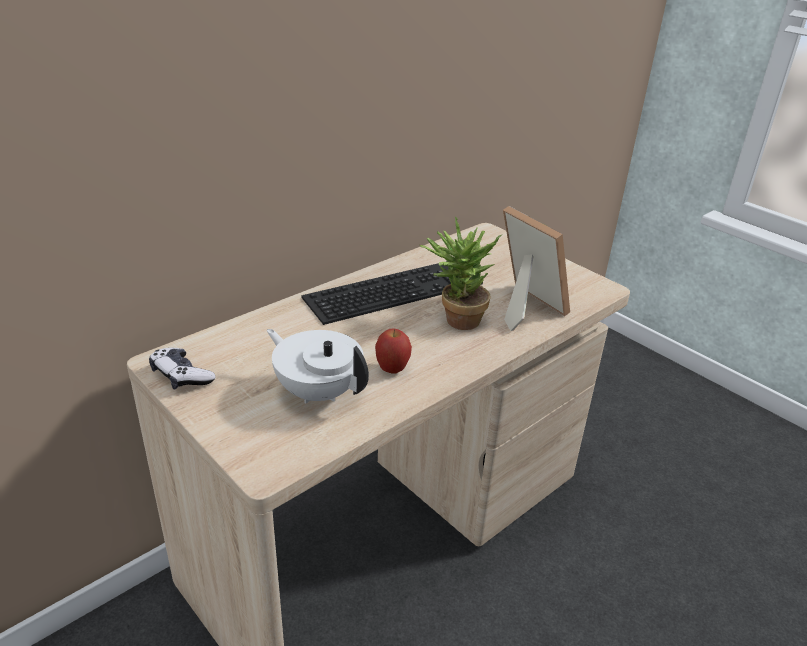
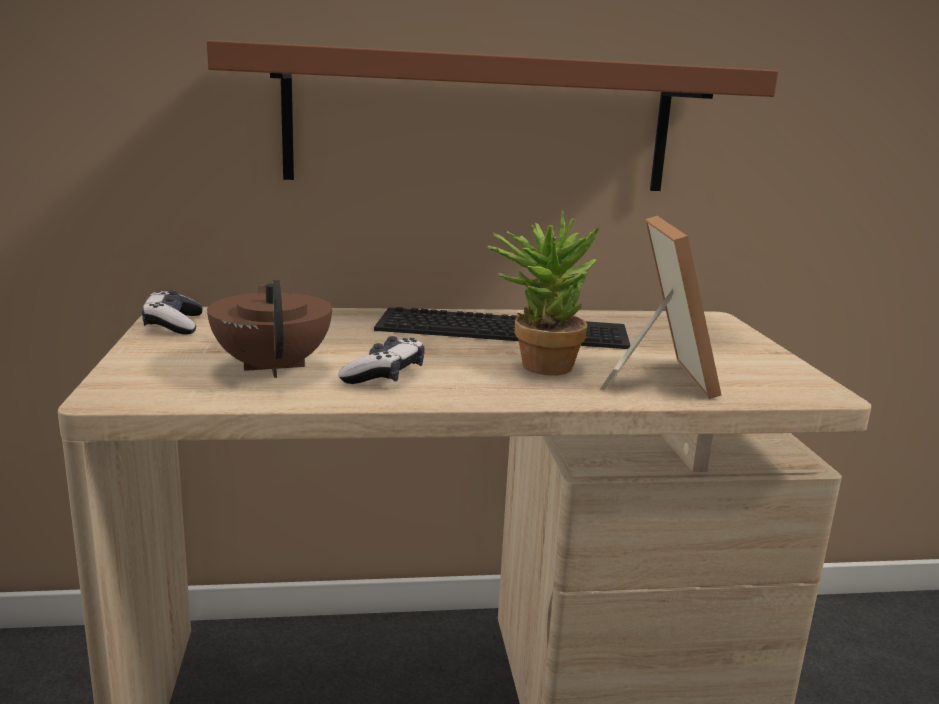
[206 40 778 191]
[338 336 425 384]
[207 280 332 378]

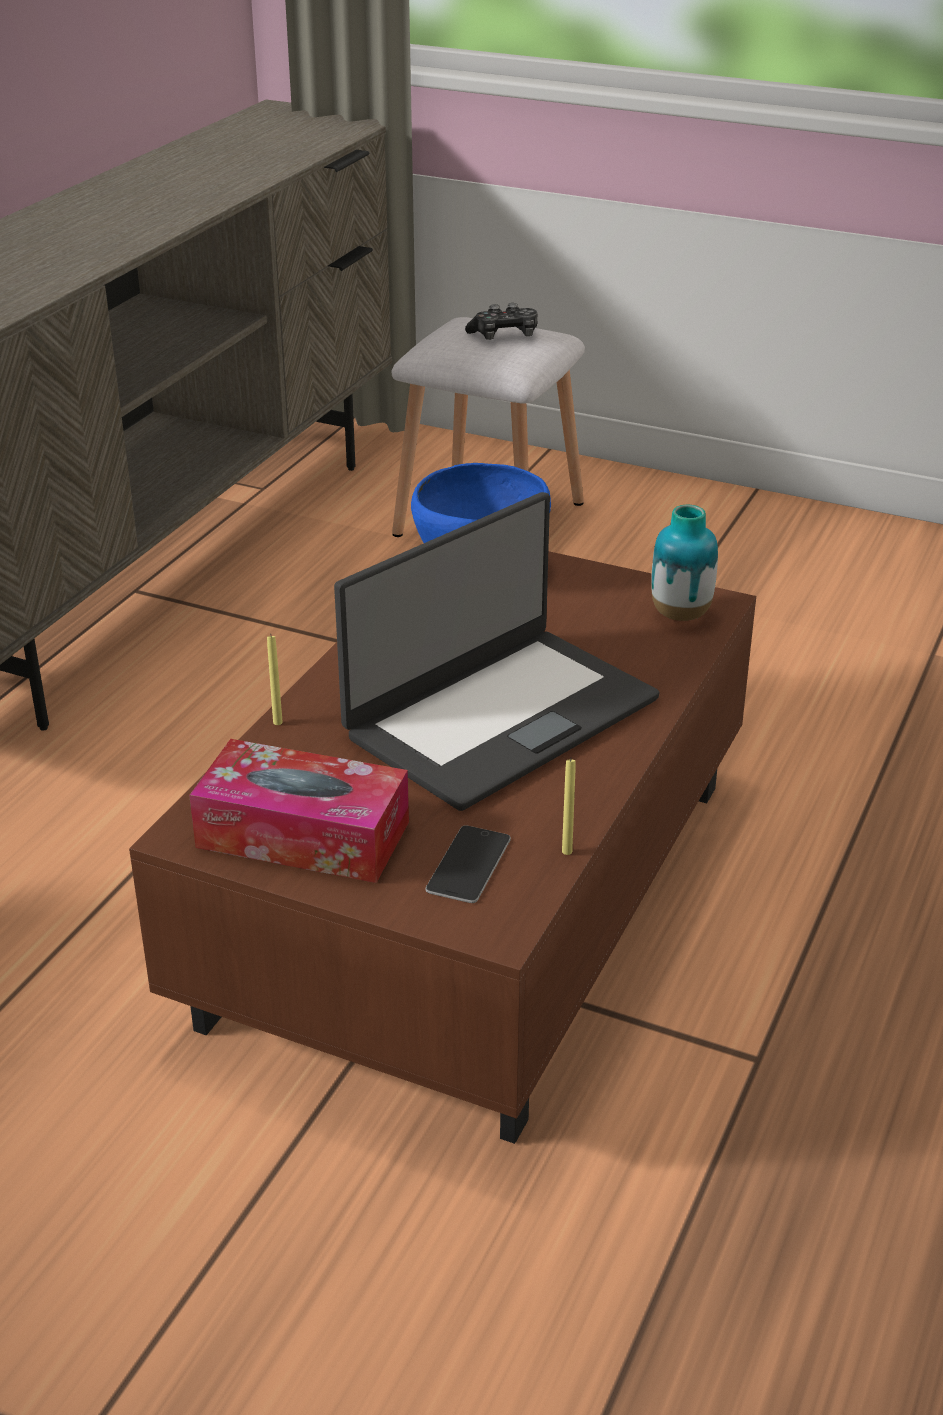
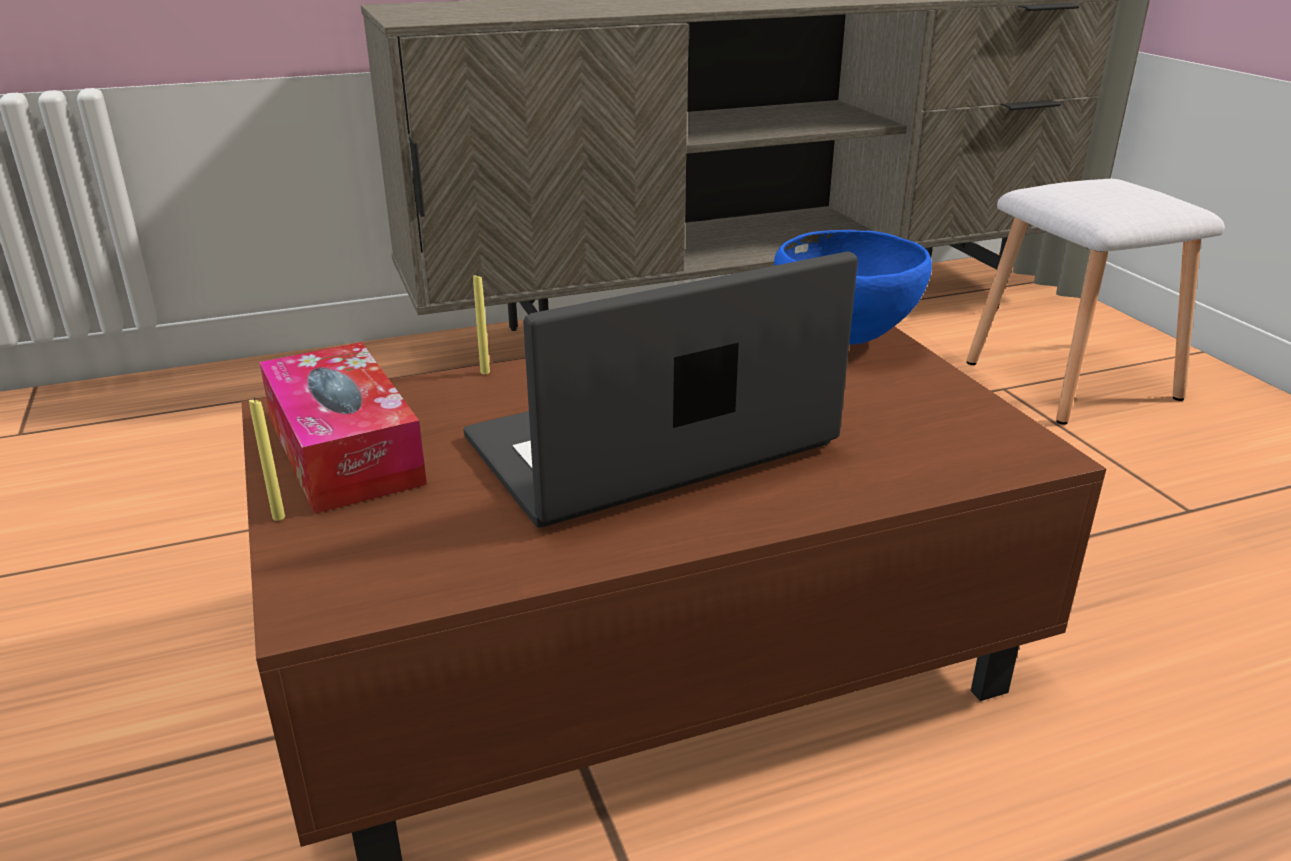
[425 825 511 903] (first image)
[465 303 537 340] (first image)
[651 505 718 621] (first image)
[249 397 285 521]
[464 251 858 528]

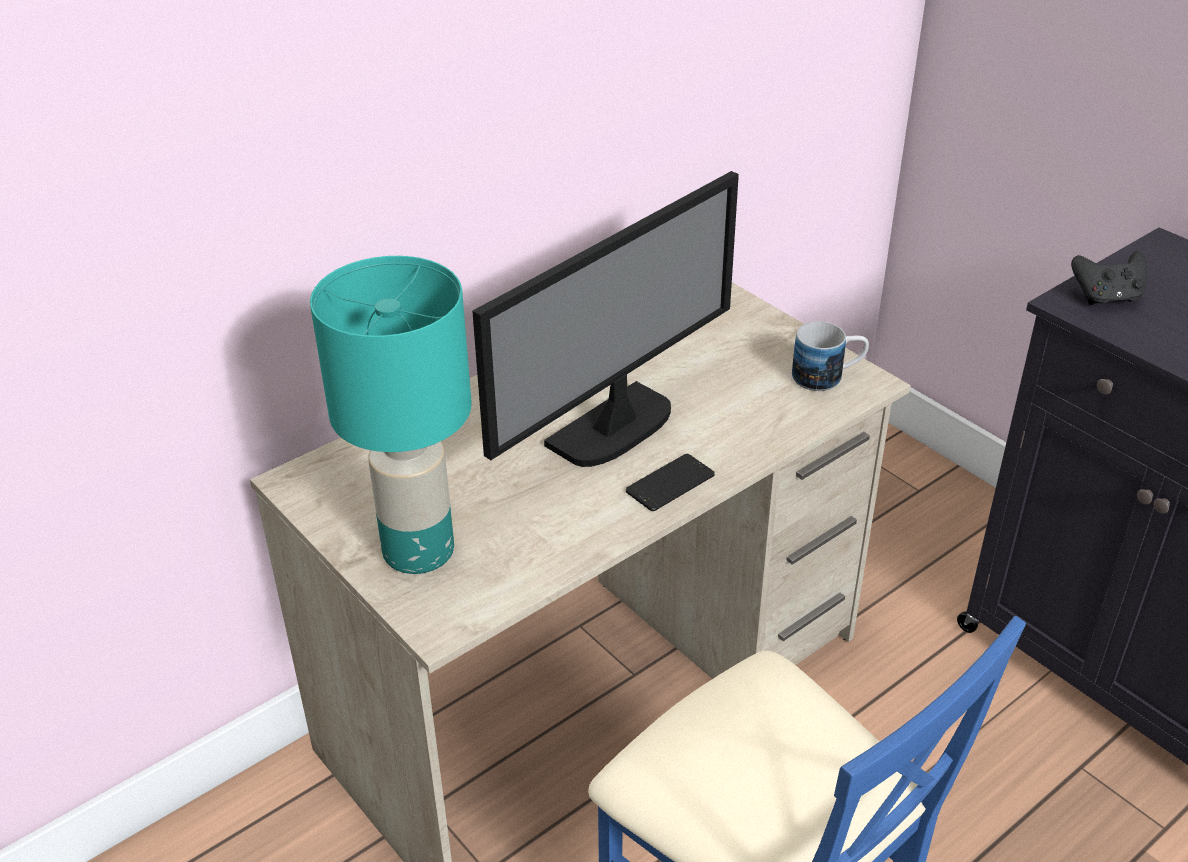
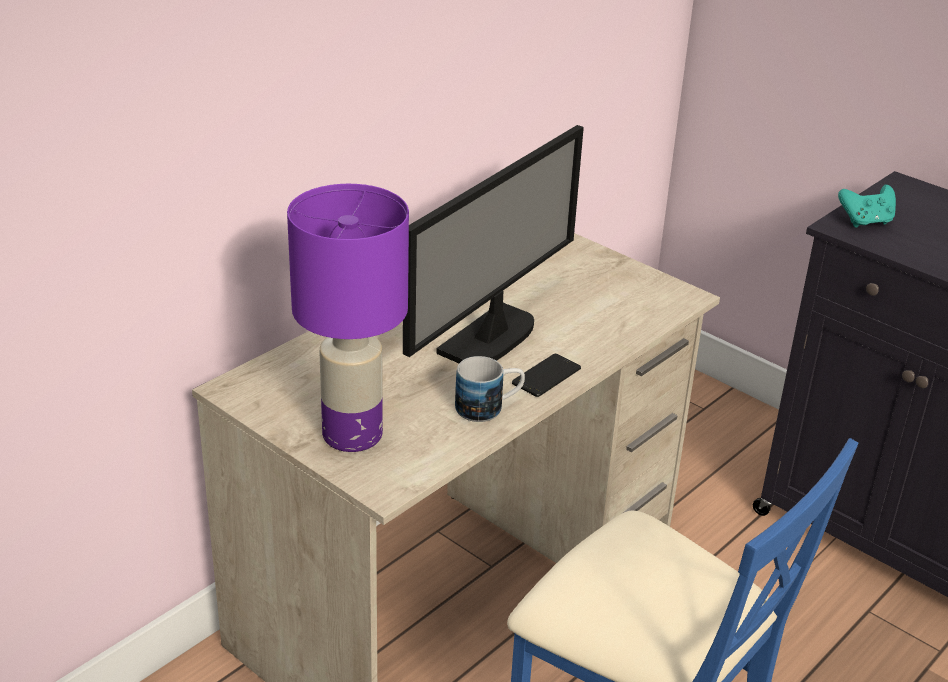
[455 356 525 422]
[287 184 409 452]
[838 185 896 228]

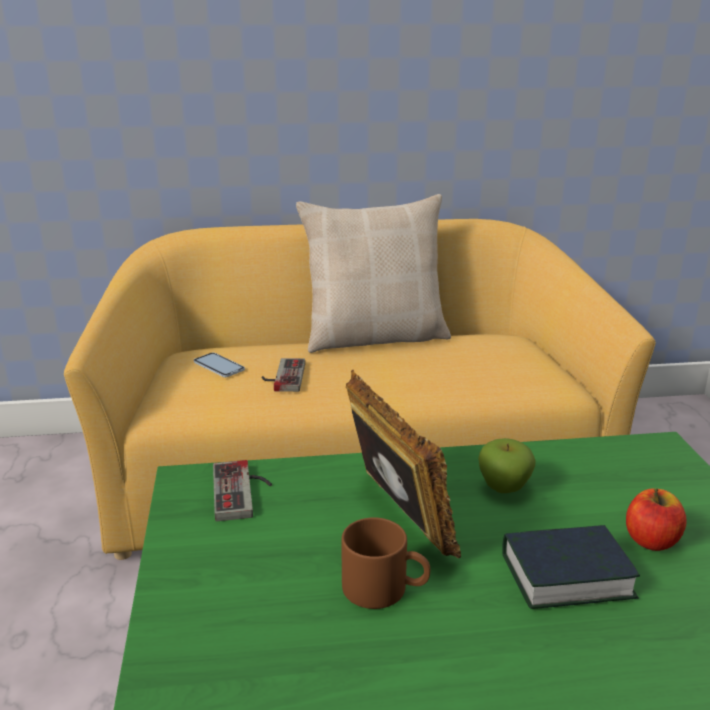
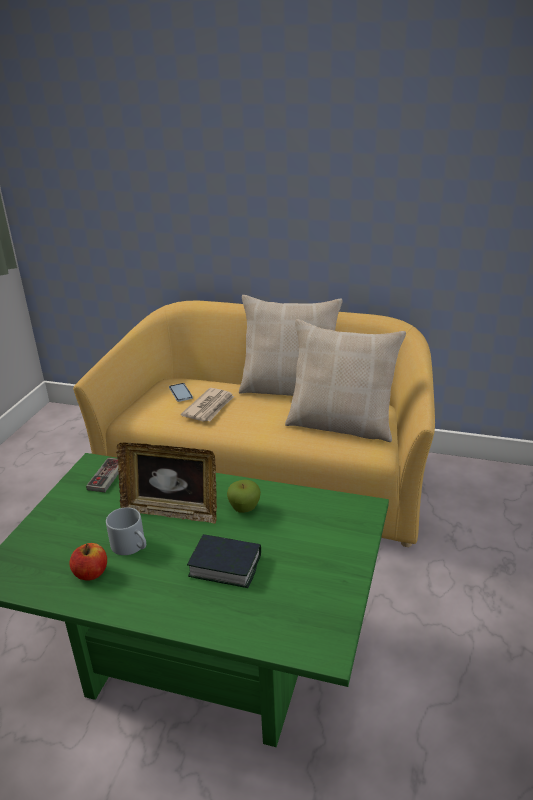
[285 319 406 442]
[70 543 107 580]
[181 388 234 422]
[106 507 146 555]
[116 443 217 524]

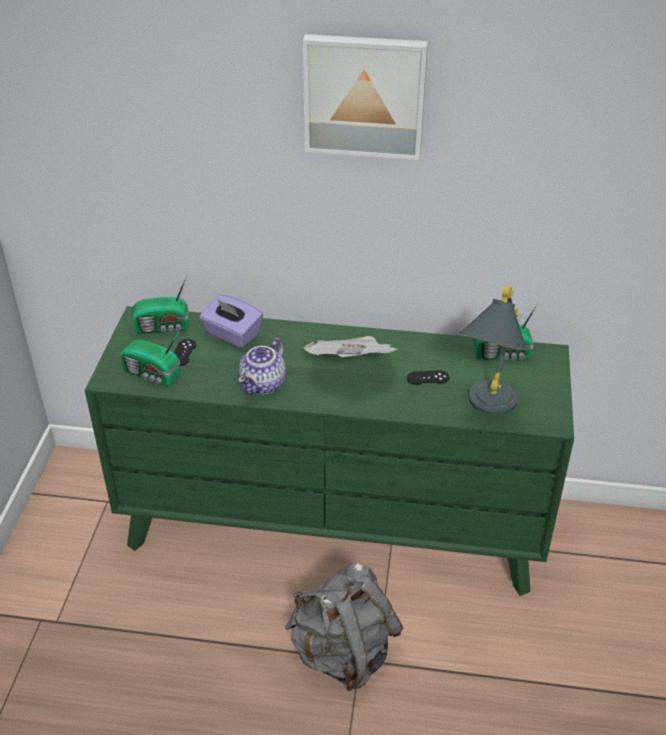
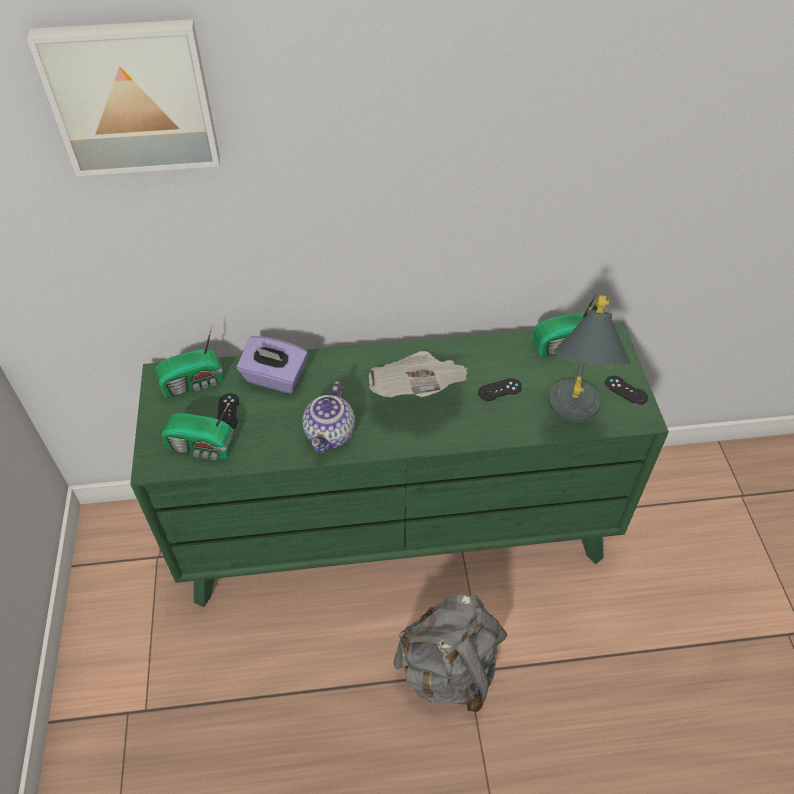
[605 376 648 405]
[26 19 220 176]

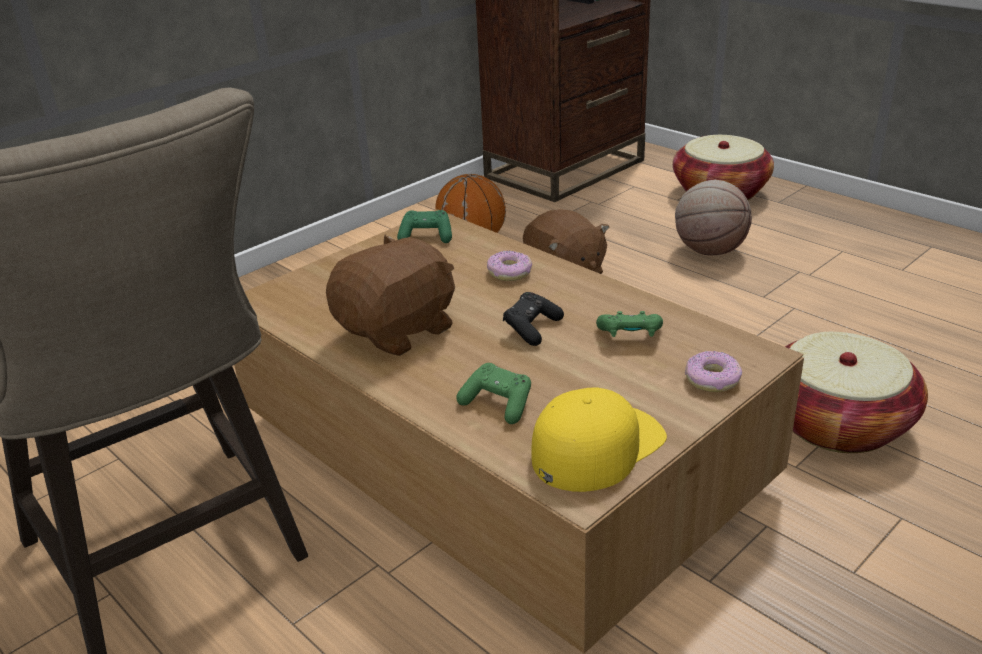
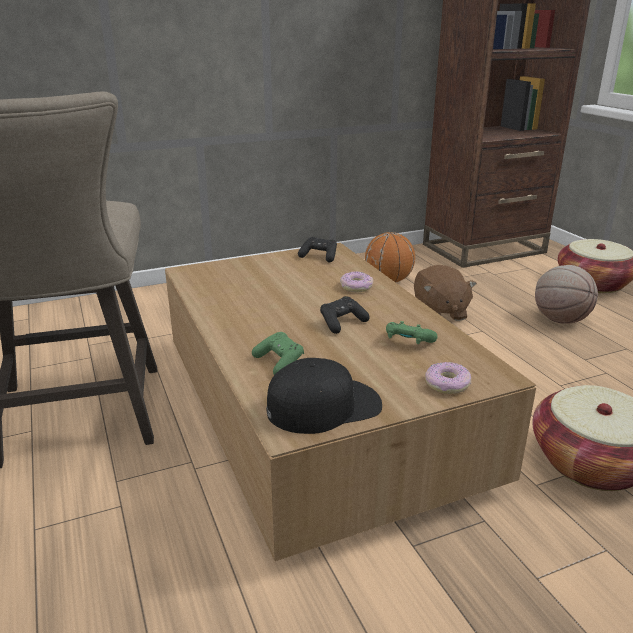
[326 235 455 356] (first image)
[298 237 337 262]
[266 358 382 434]

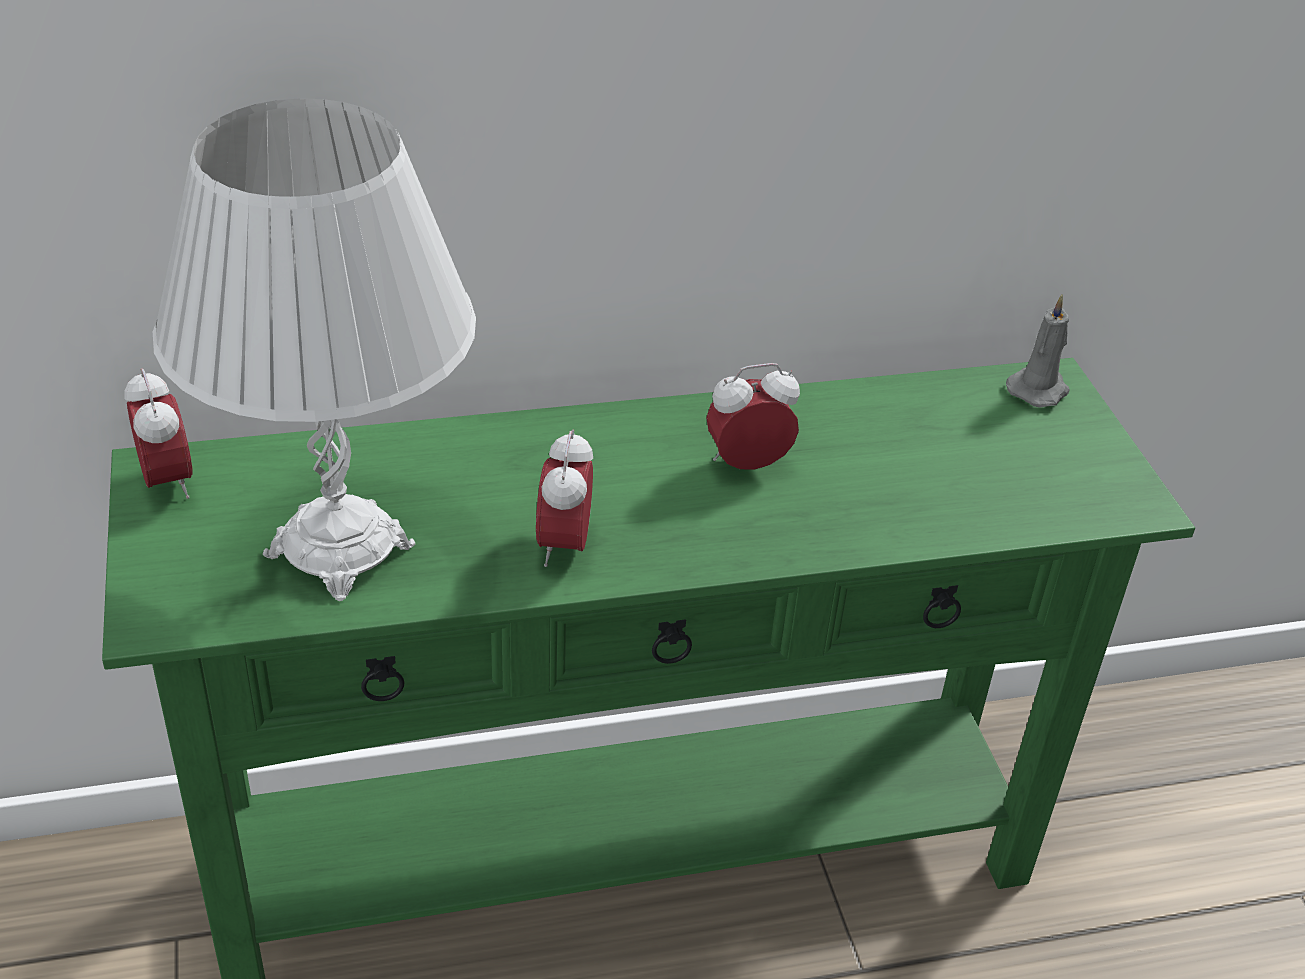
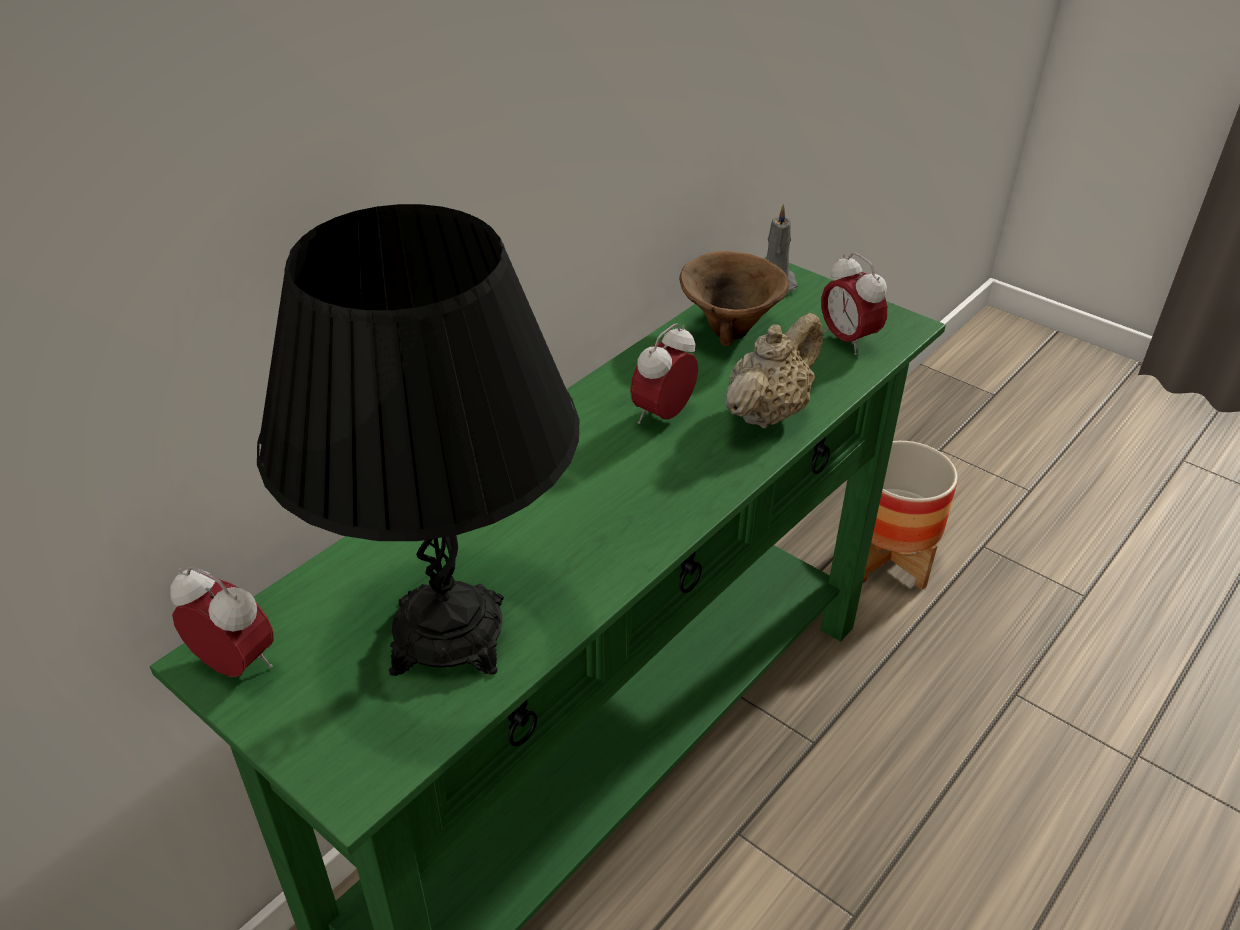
[679 251 789 346]
[725 313 823 429]
[863 441 958 590]
[821 252 887 355]
[257 204 579 676]

